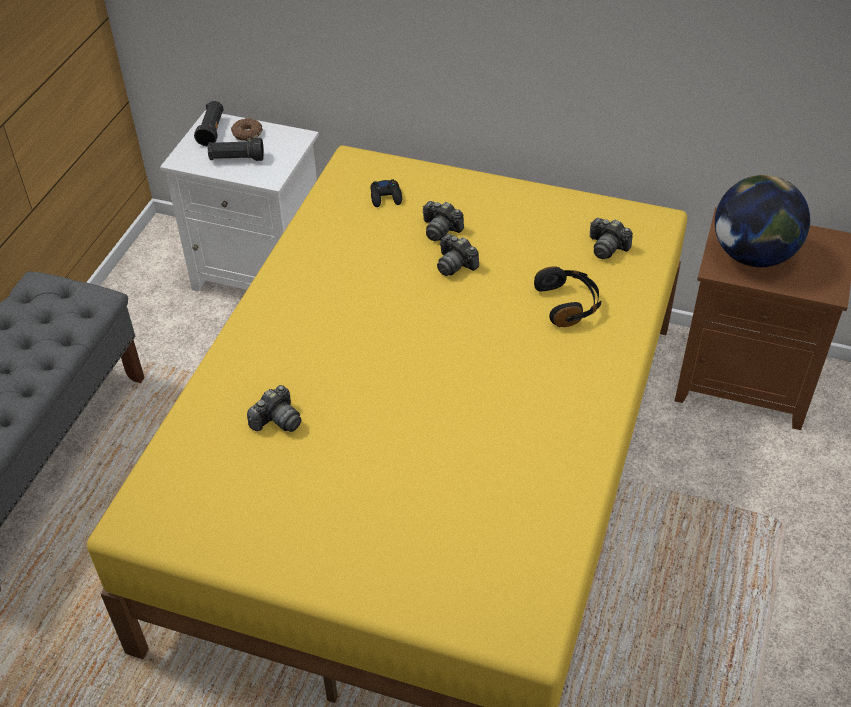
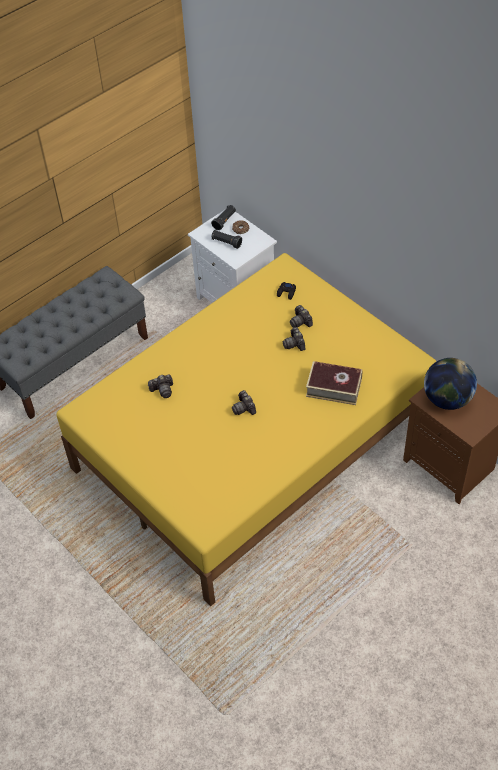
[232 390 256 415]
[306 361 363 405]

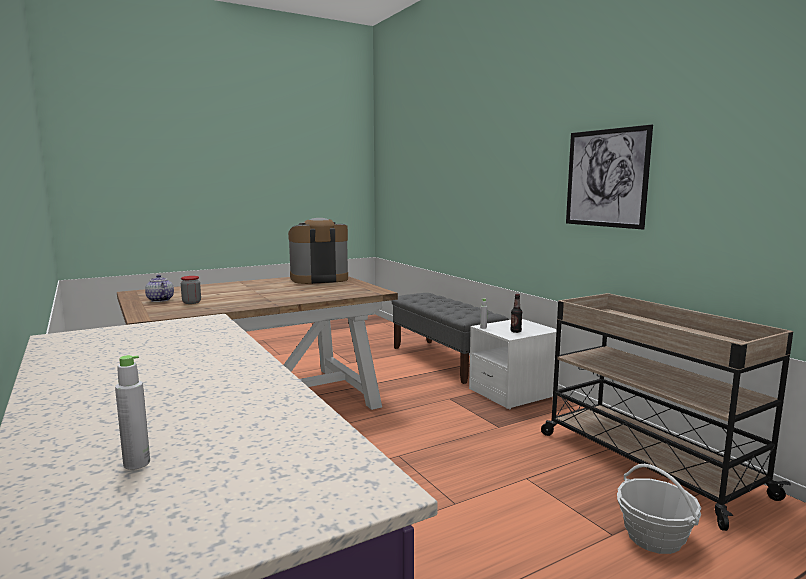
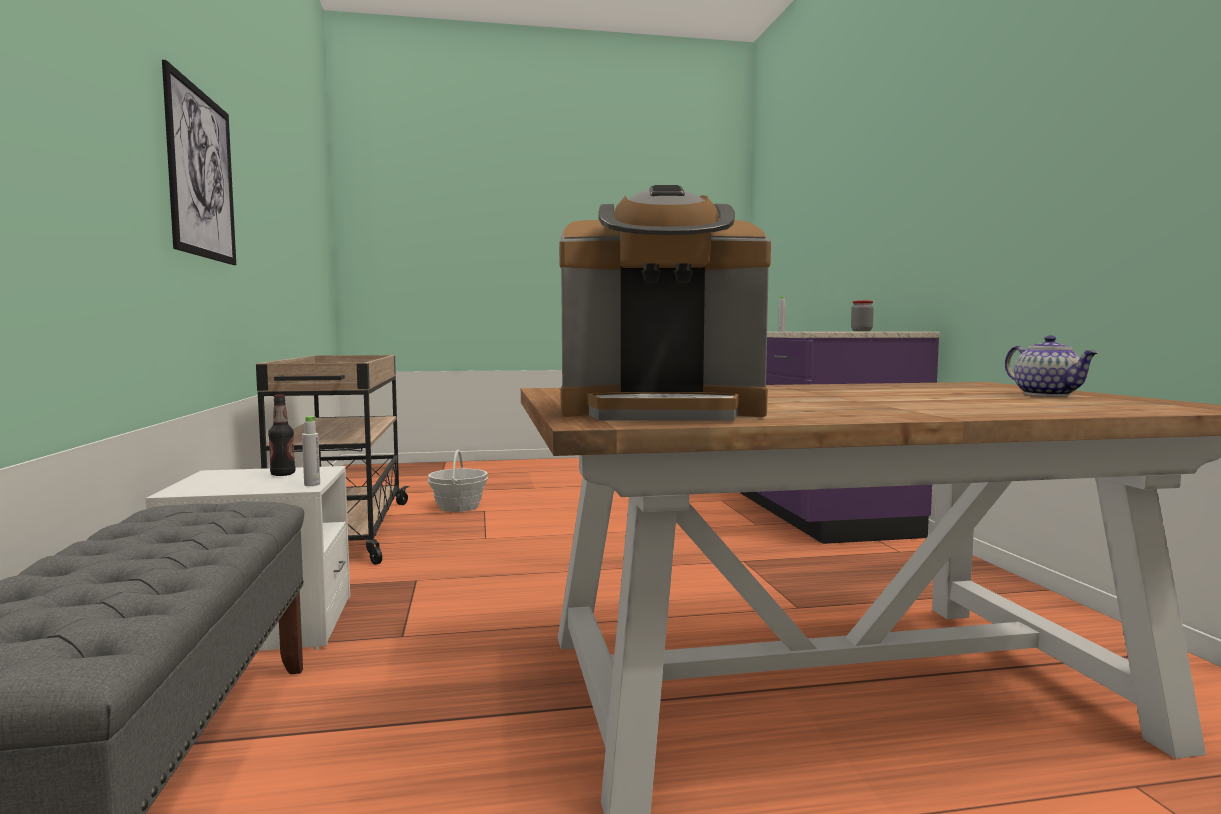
[851 300 874 331]

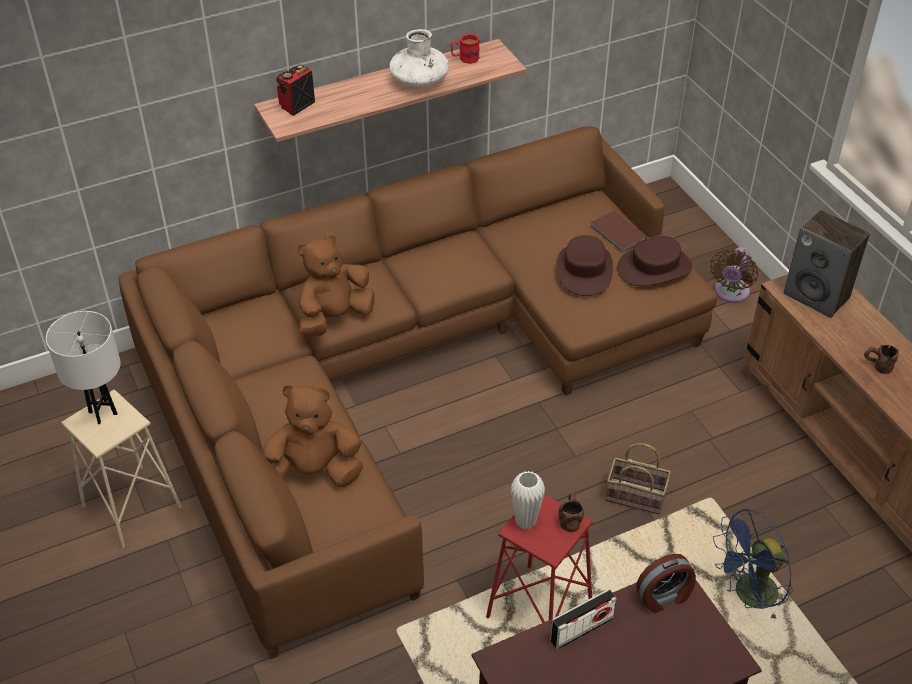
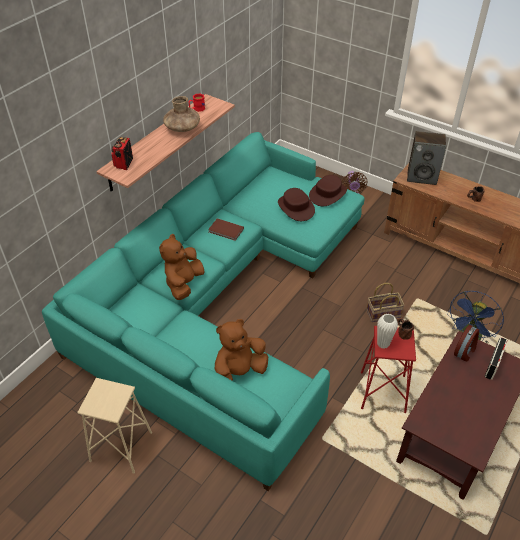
[46 311 120 424] (first image)
[484 337 508 380]
[208 218 244 241]
[42 132 365 491]
[163 96 200 132]

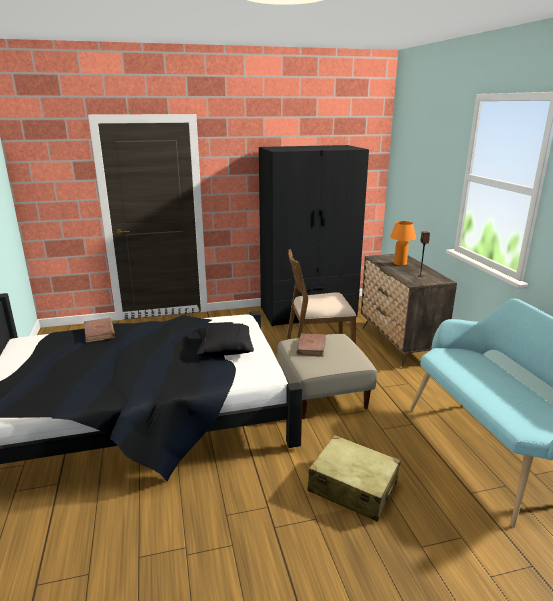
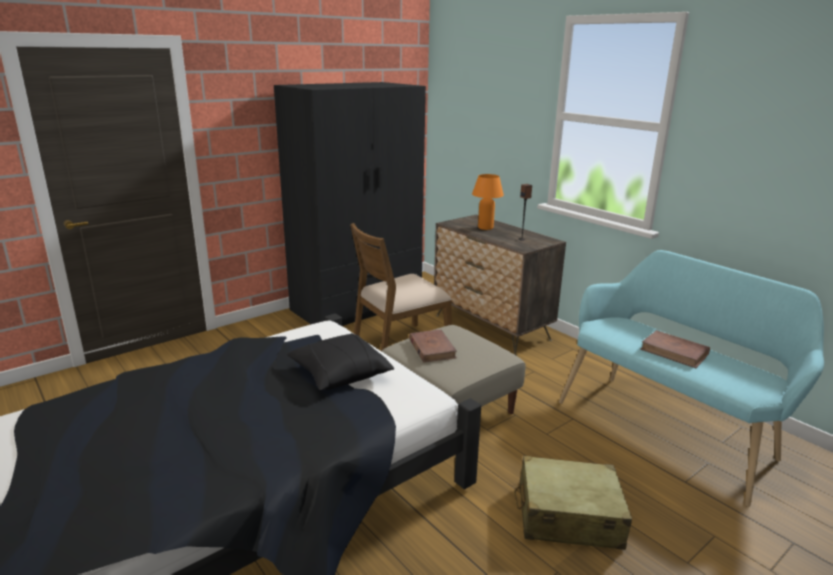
[640 330 710 368]

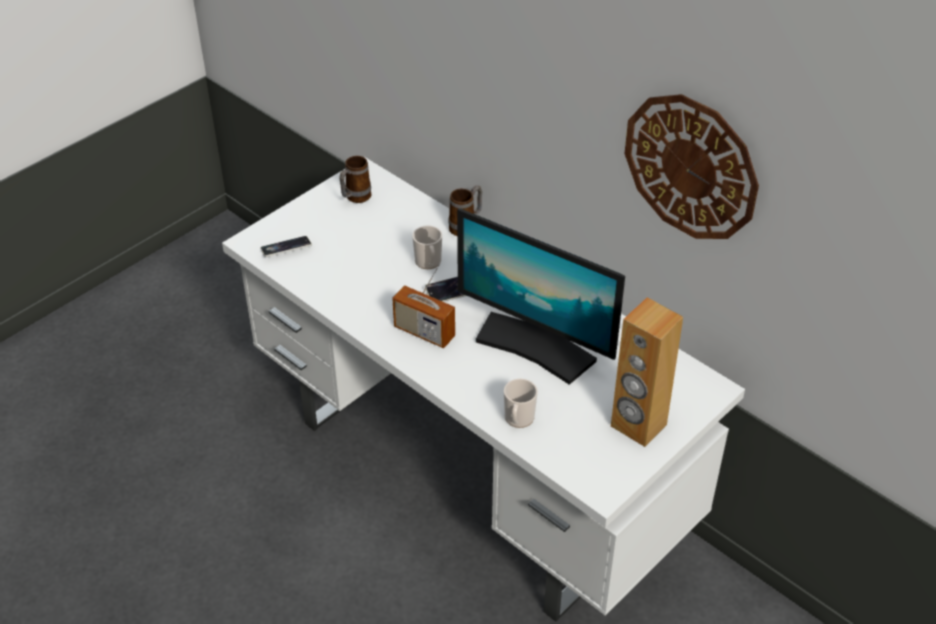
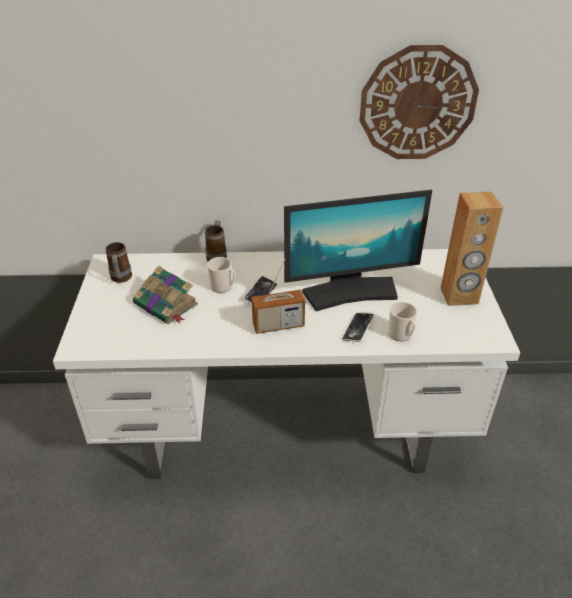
[133 266 198 324]
[342 313 374 342]

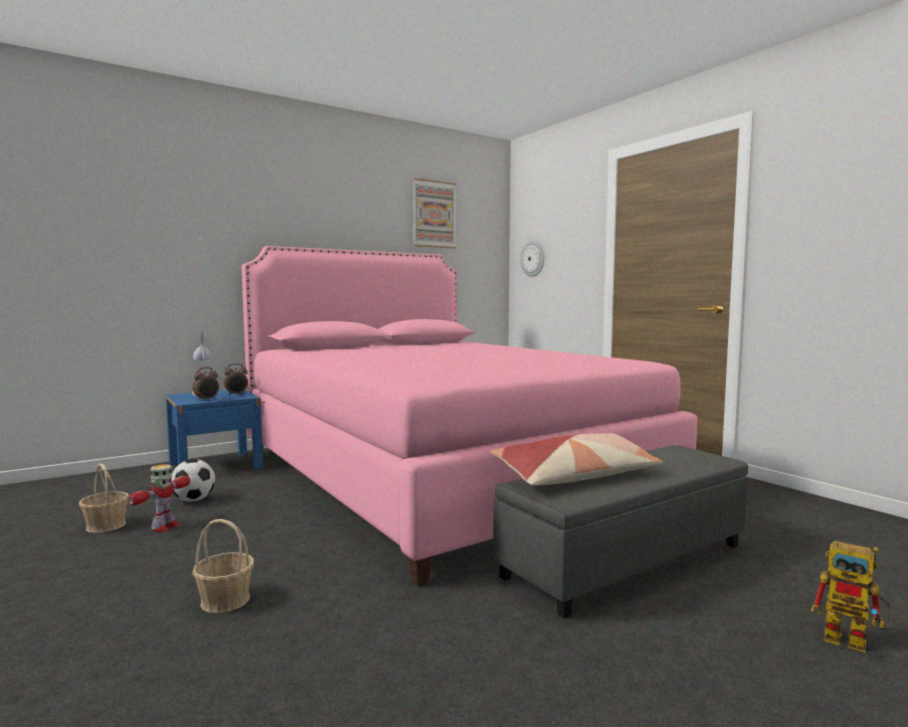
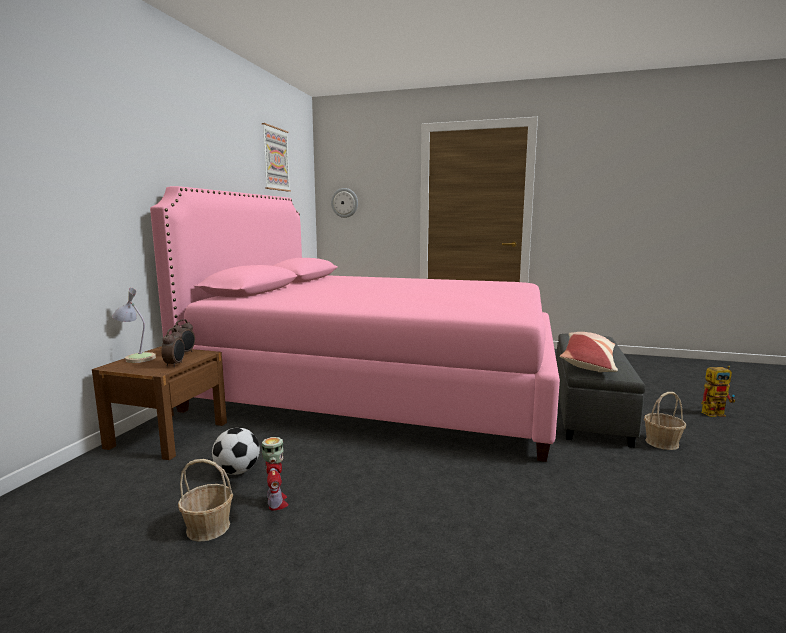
[644 392 686 450]
[92 346 227 460]

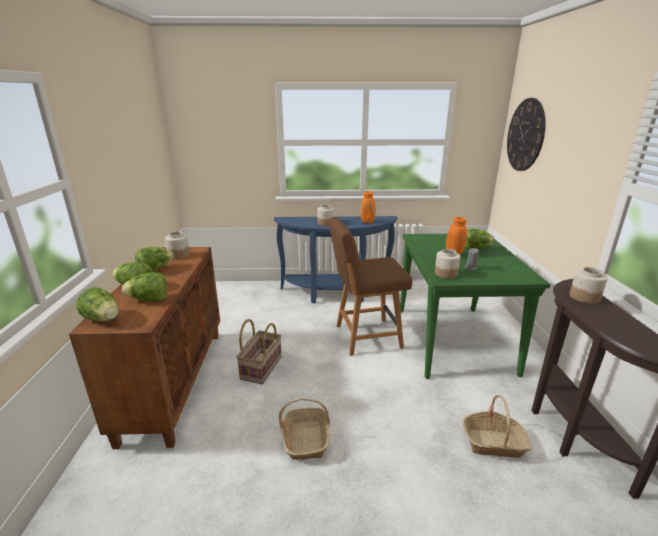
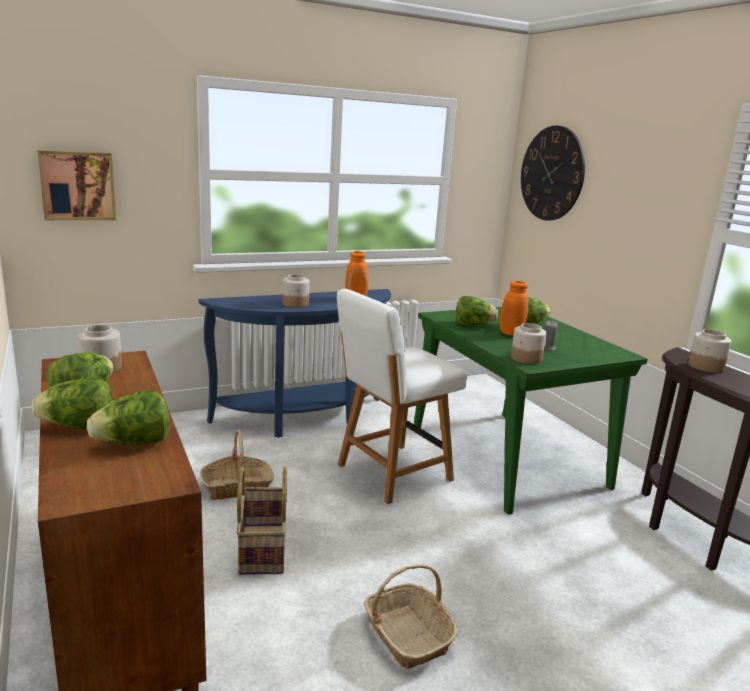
[38 150 116 220]
[456 296 498 326]
[200 430 274 500]
[337 289 467 504]

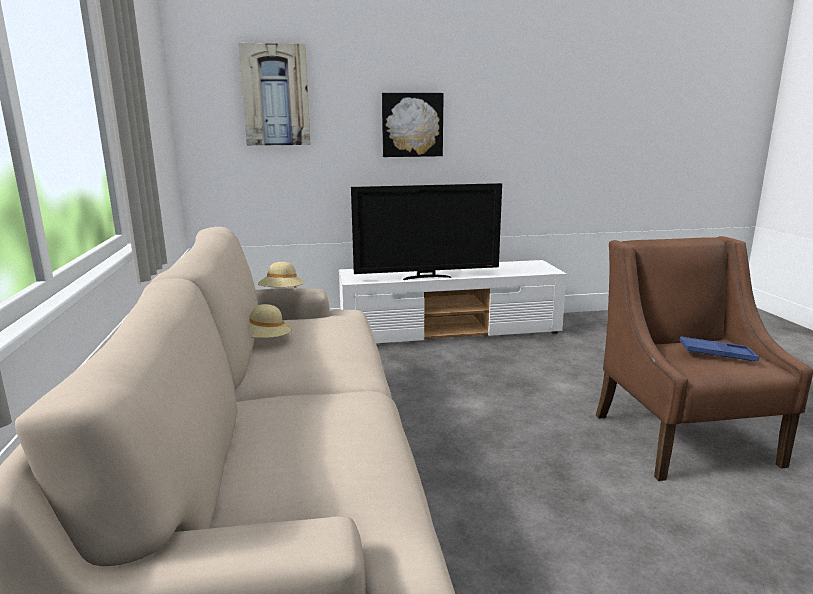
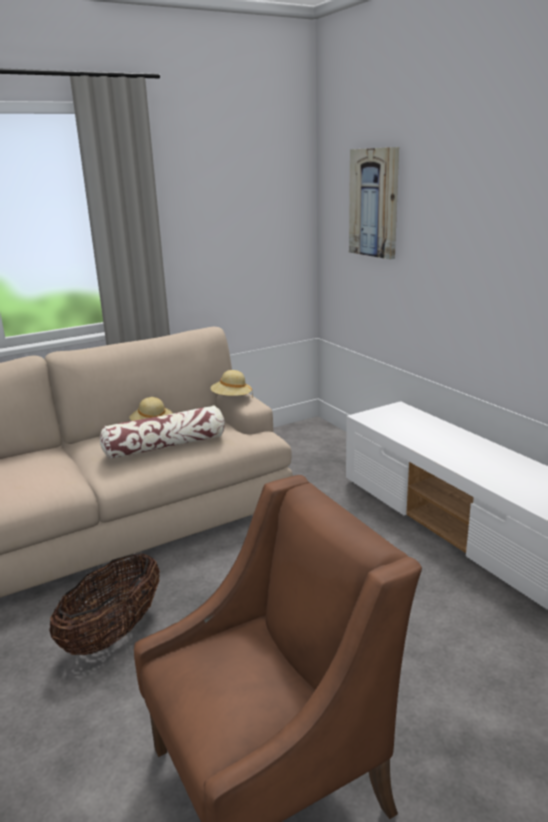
[351 183 502 280] (first image)
[382 93 444 157] (first image)
[680 336 759 361] (first image)
[49 553 160 655]
[100 405 225 459]

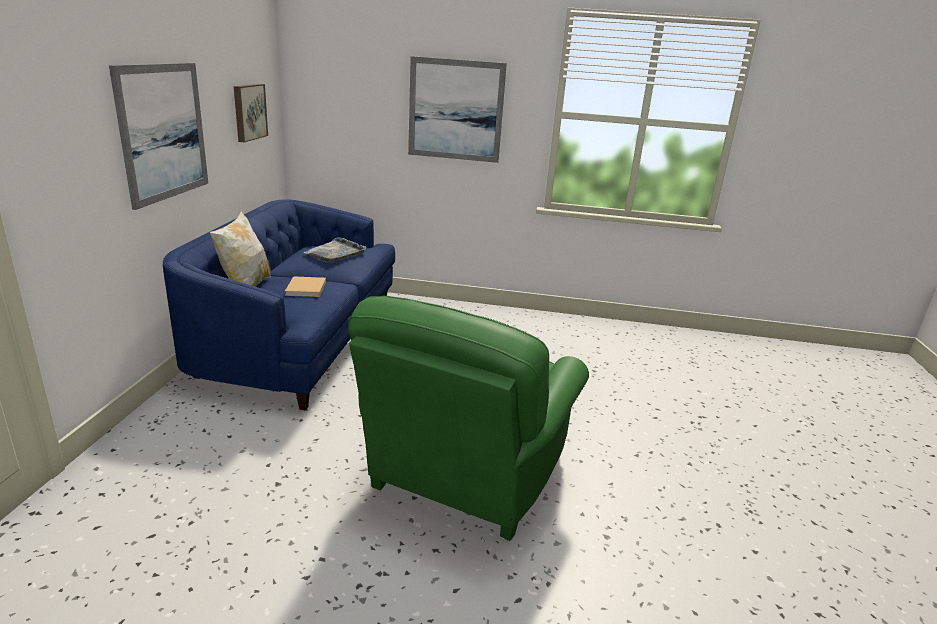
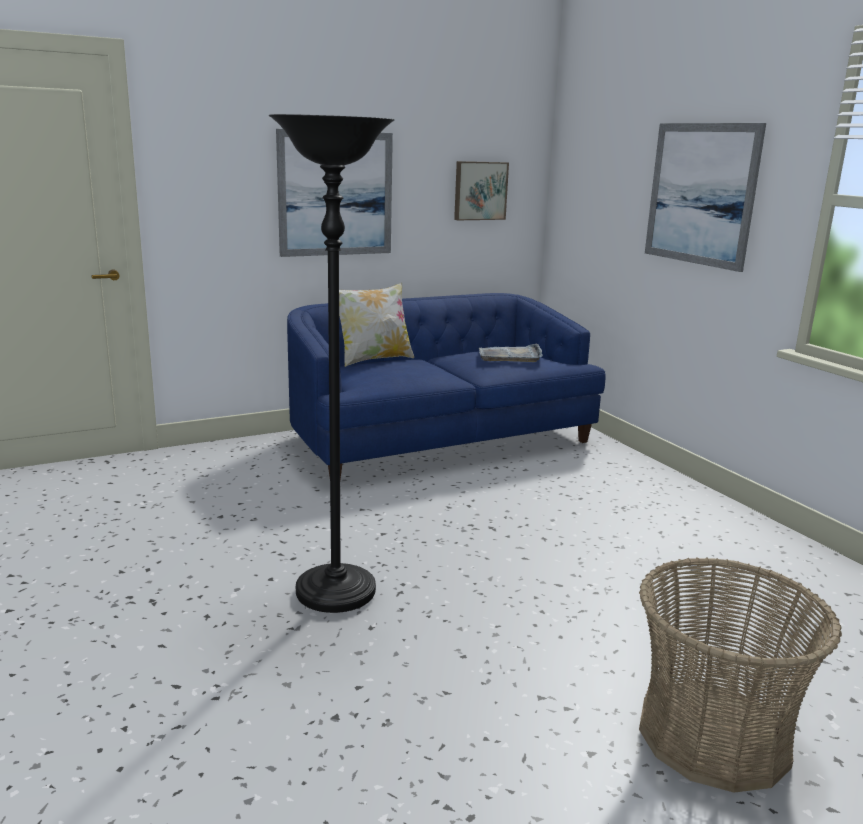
[285 276 326 297] (first image)
[639 558 842 793]
[269 114 394 613]

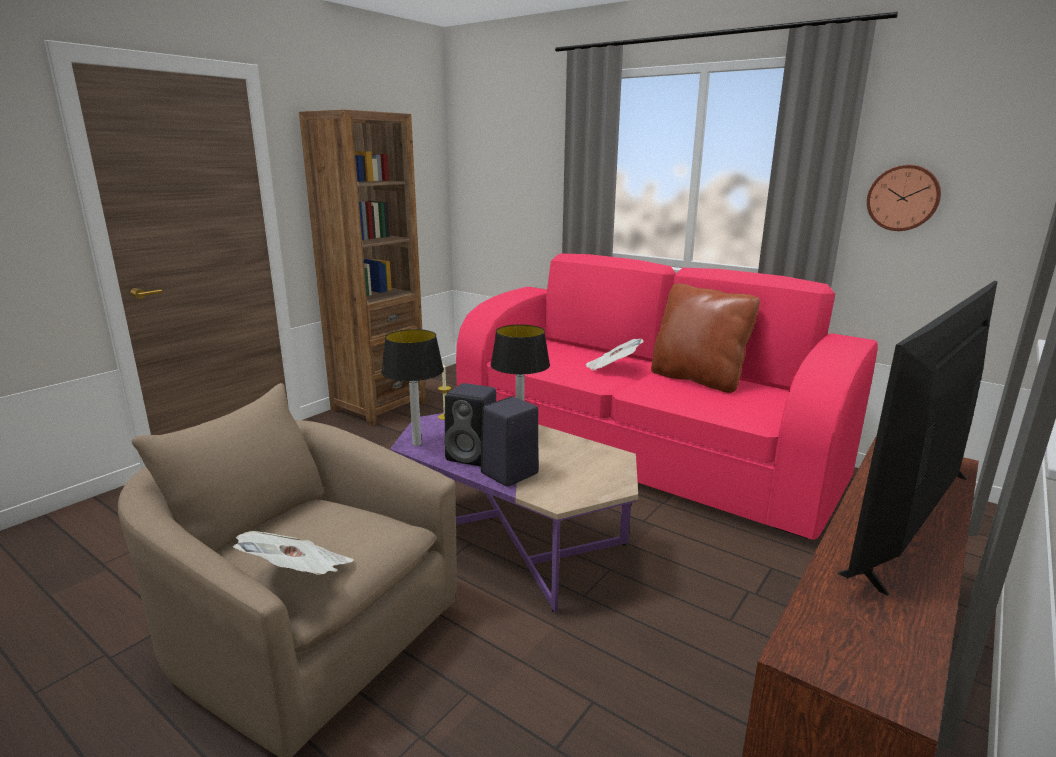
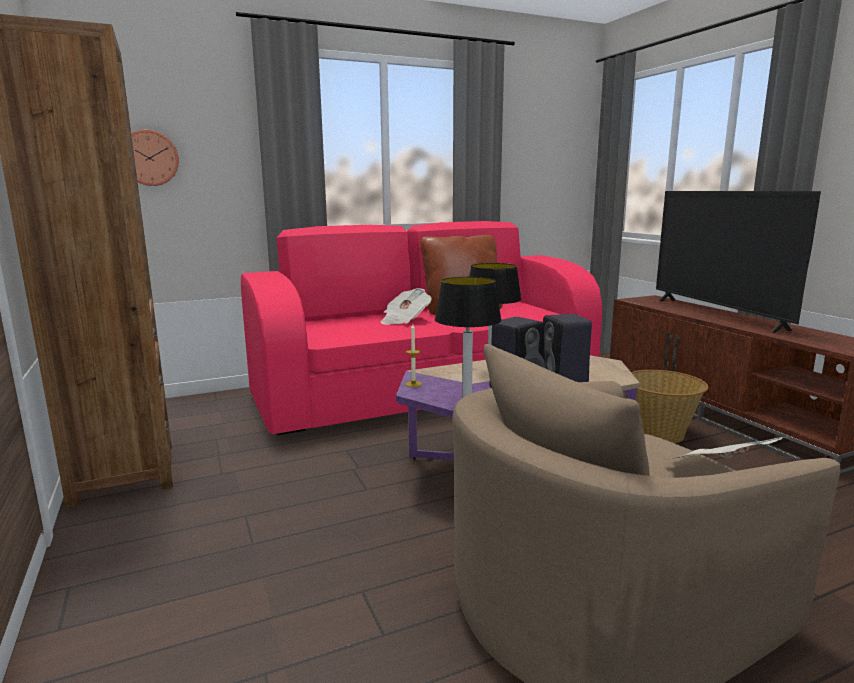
[631 370 708 443]
[131 130 179 186]

